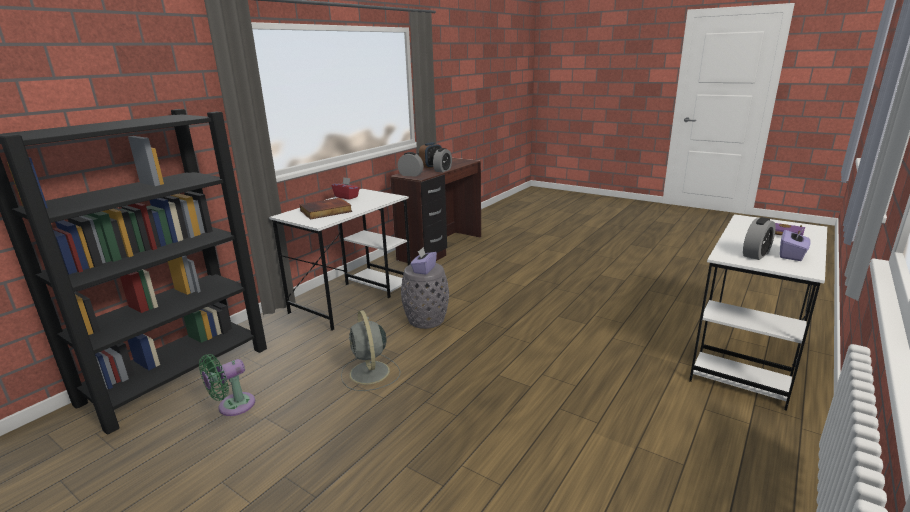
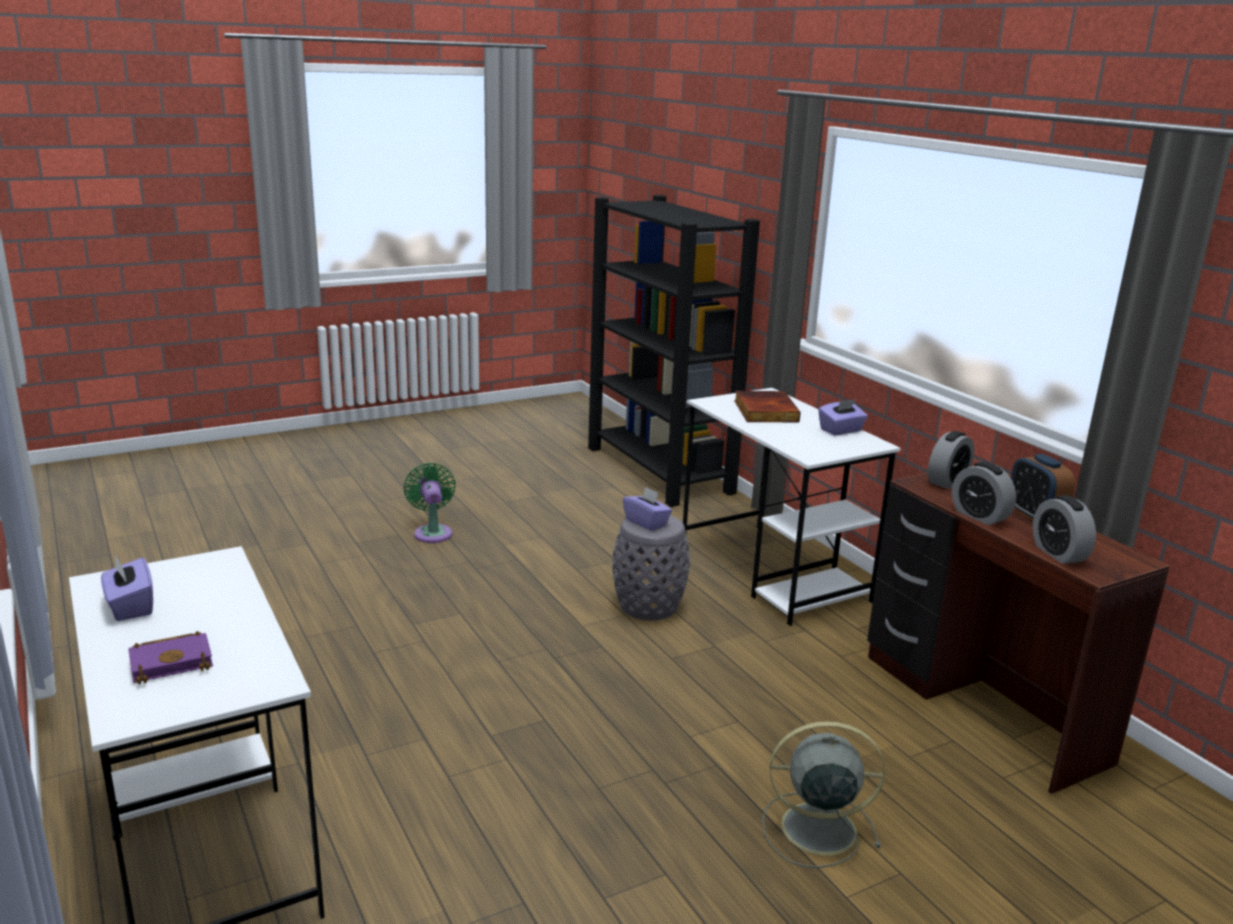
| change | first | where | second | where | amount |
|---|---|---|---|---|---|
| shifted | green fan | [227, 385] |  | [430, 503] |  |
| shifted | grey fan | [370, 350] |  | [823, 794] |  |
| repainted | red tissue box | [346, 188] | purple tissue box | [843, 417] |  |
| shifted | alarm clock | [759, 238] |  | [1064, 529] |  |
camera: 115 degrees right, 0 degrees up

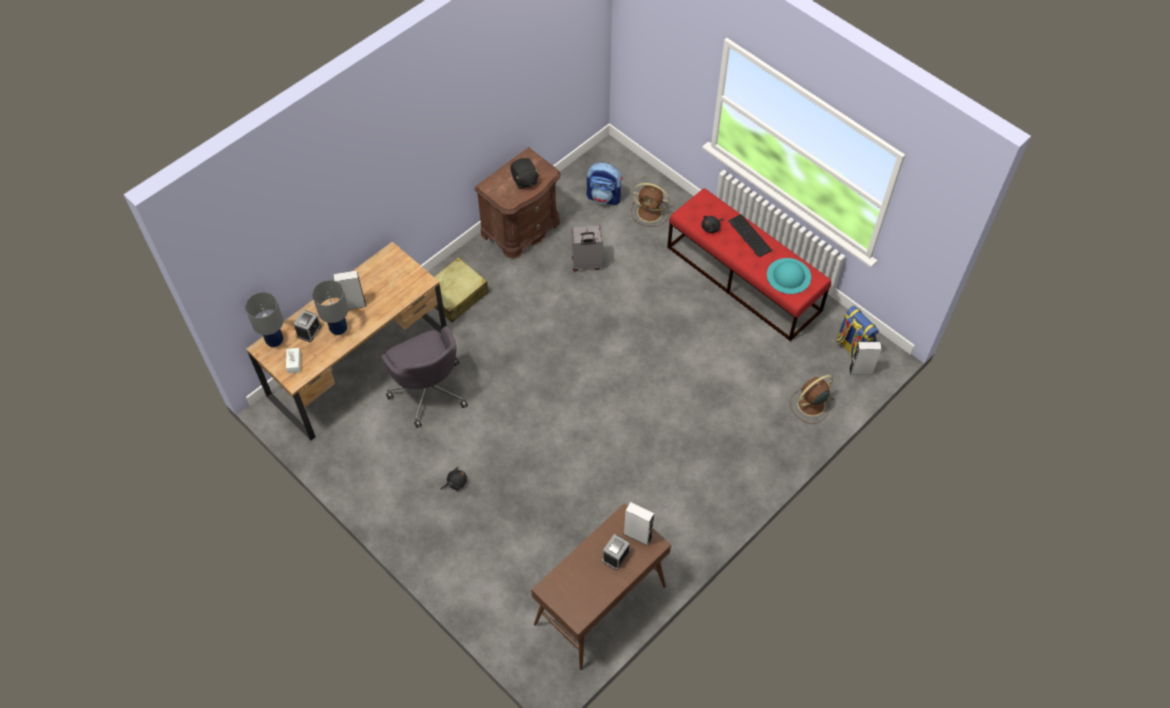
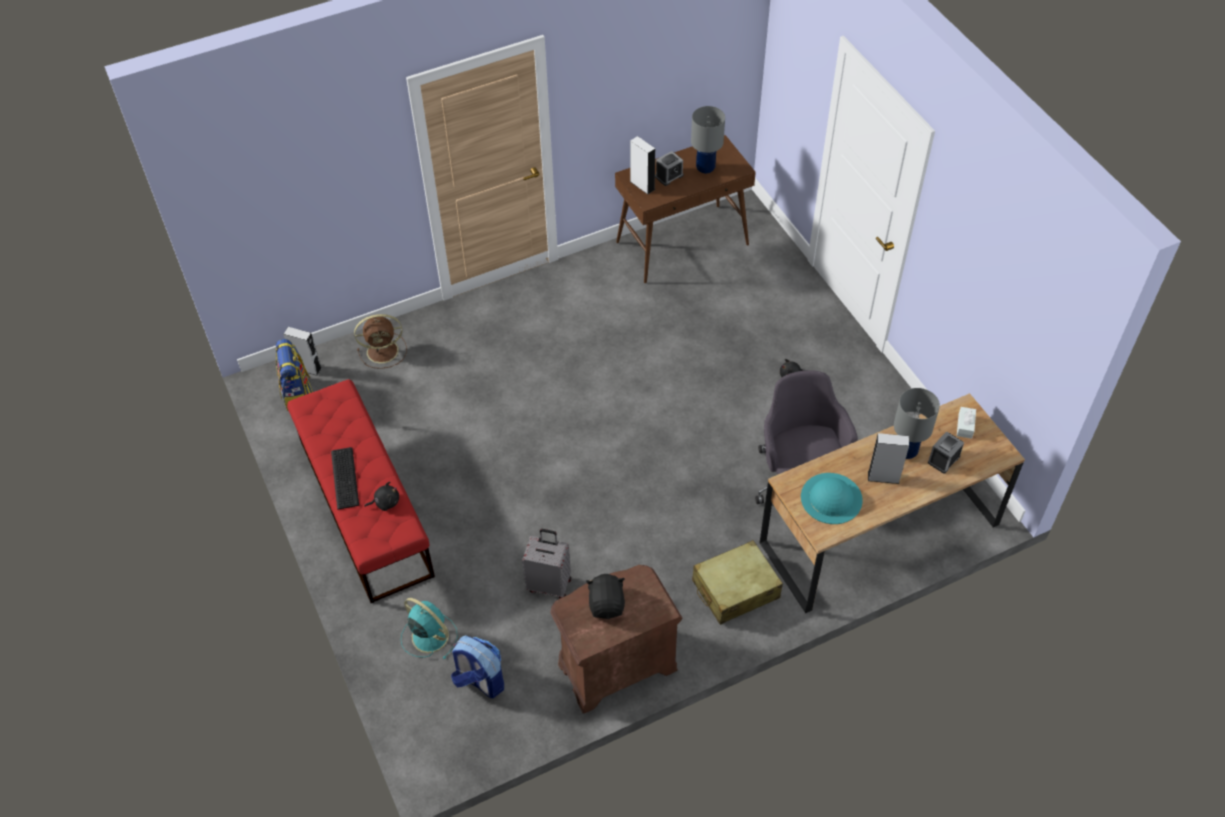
| change | first | where | second | where | amount |
|---|---|---|---|---|---|
| repainted | brown fan | [650, 205] | turquoise fan | [429, 628] |  |
| shifted | grey table lamp | [264, 319] |  | [708, 140] |  |
| shifted | turquoise hat | [789, 276] |  | [832, 498] |  |
camera: 160 degrees left, 5 degrees down

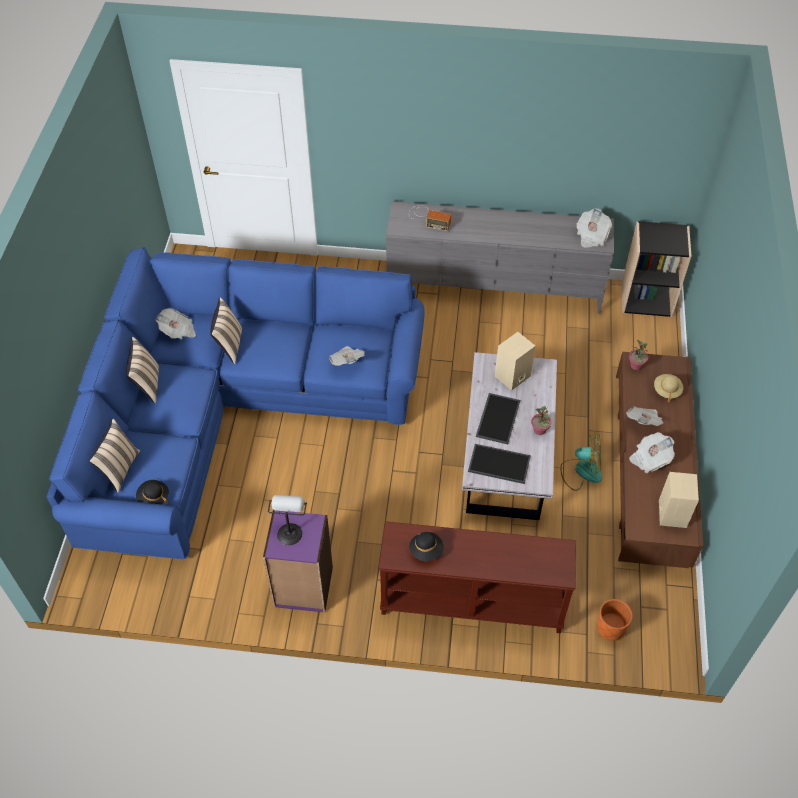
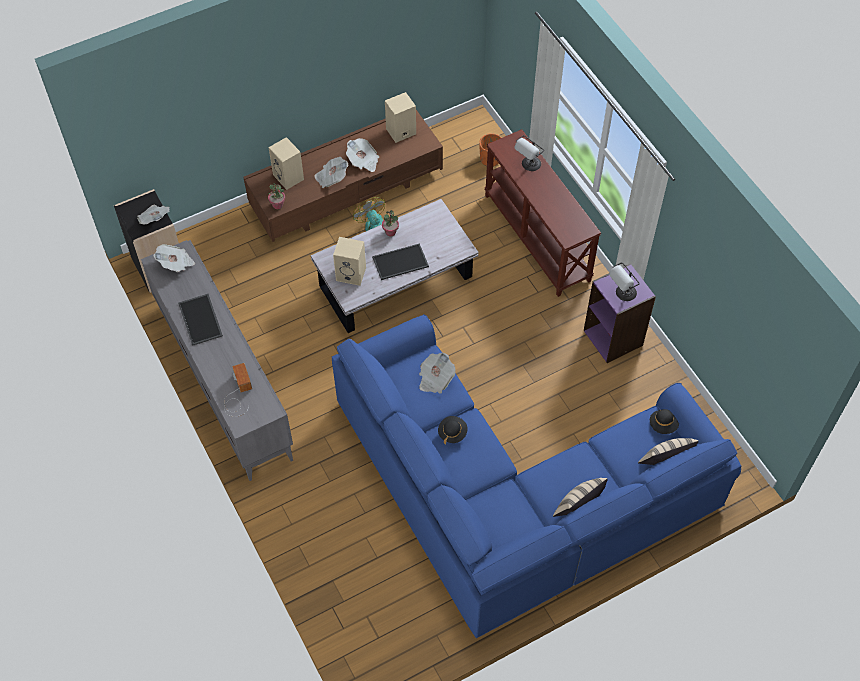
| change | first | where | second | where | amount |
|---|---|---|---|---|---|
| shifted | newspaper | [175, 323] |  | [153, 214] |  |
| shifted | tray | [499, 464] |  | [200, 320] |  |
| swapped | beige hat | [668, 388] | beige speaker | [286, 163] |  |
| shifted | black hat | [426, 546] |  | [453, 430] |  |
| new |  |  | table lamp | [529, 153] |  |
| gone | beige pillow | [226, 331] |  |  |  |
camera: 125 degrees left, 5 degrees up

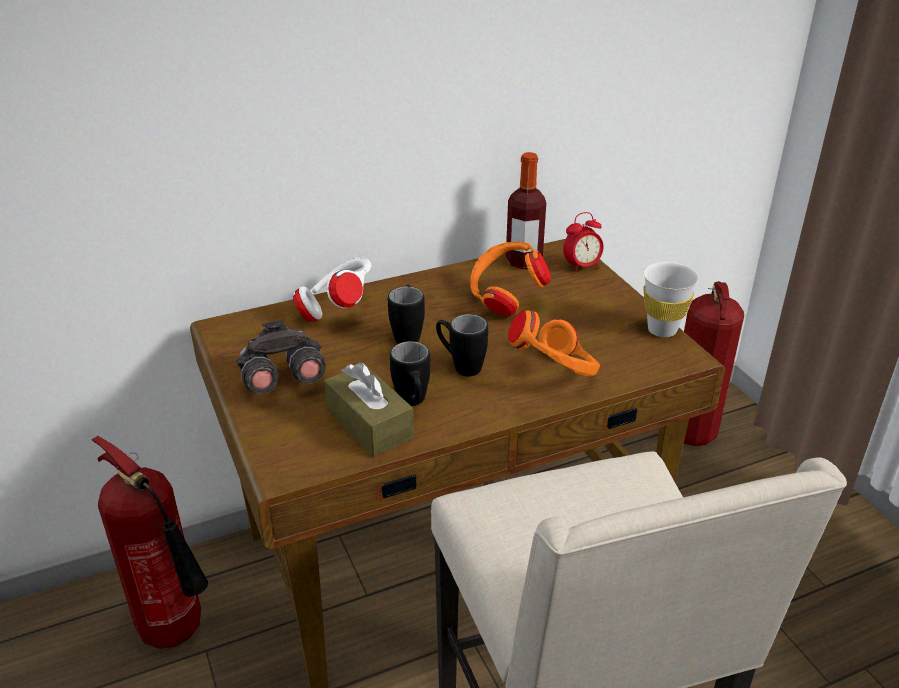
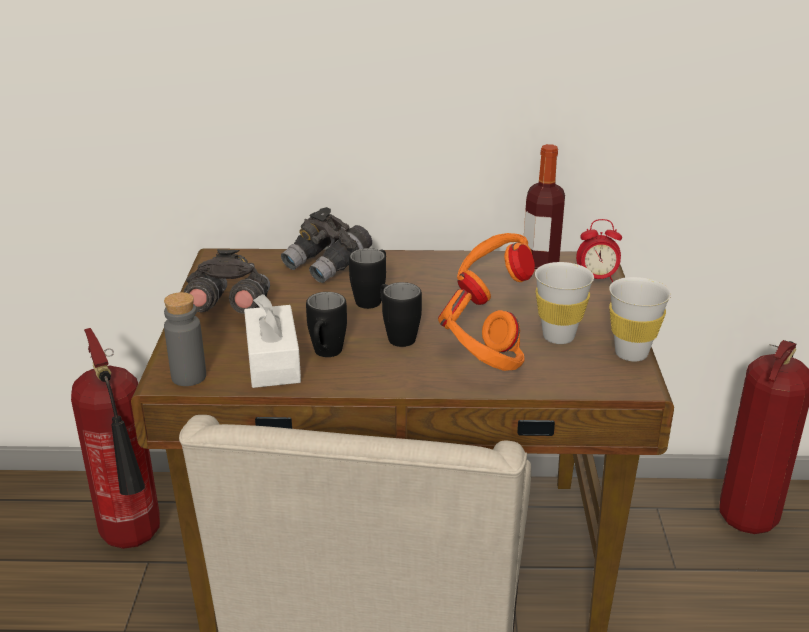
| change | first | where | second | where | amount |
|---|---|---|---|---|---|
| new |  |  | grey bottle | [185, 339] |  |
| repainted | brown tissue box | [369, 409] | white tissue box | [272, 341] |  |
| swapped | white headphones | [332, 289] | grey binoculars | [326, 245] |  |
| new |  |  | white cup | [564, 303] |  |
camera: 25 degrees right, 5 degrees down

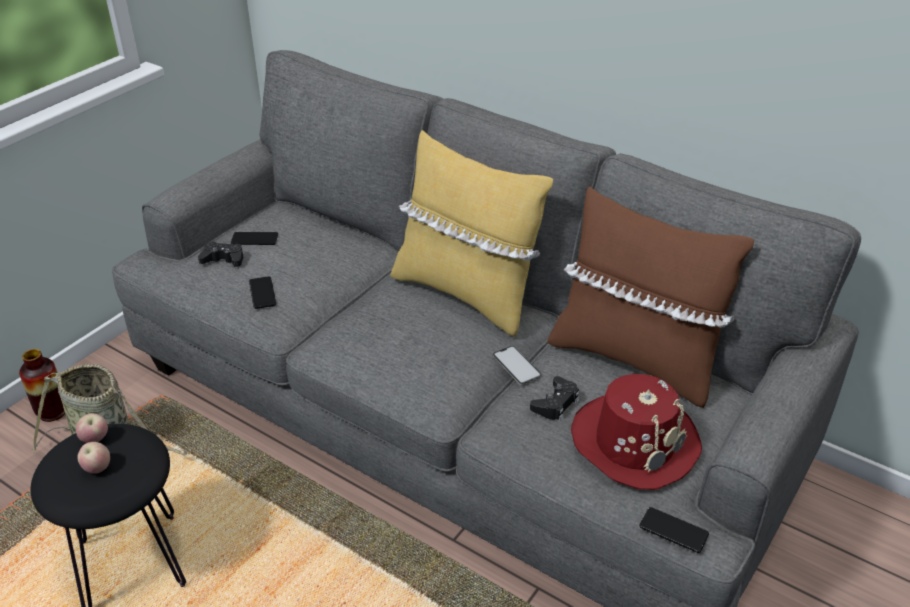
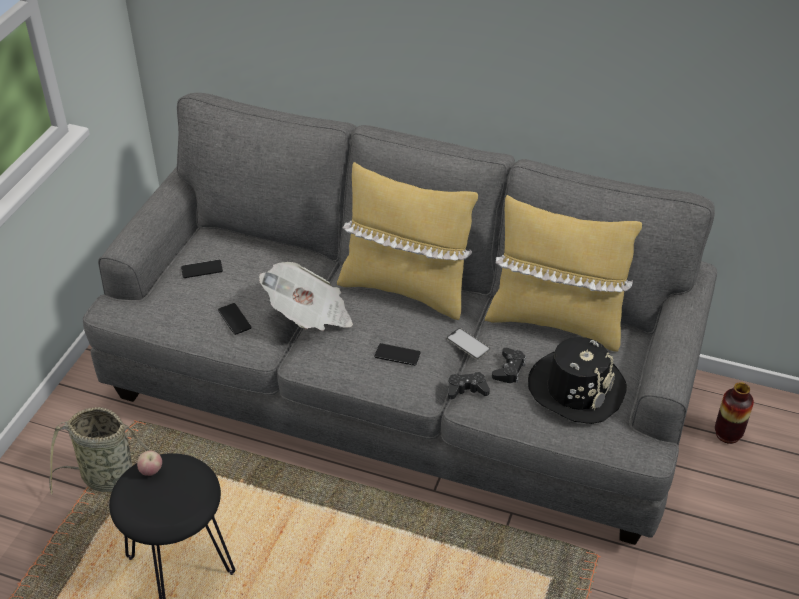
| change | first | where | second | where | amount |
|---|---|---|---|---|---|
| new |  |  | newspaper | [306, 296] |  |
| shifted | phone | [674, 530] |  | [397, 354] |  |
| shifted | black game controller | [220, 254] |  | [469, 385] |  |
| repainted | brown pillow | [650, 297] | yellow pillow | [563, 273] |  |
| repainted | red hat | [636, 432] | black hat | [577, 380] |  |
| shifted | vase | [42, 385] |  | [734, 413] |  |
| gone | apple | [93, 458] |  |  |  |
camera: 15 degrees left, 5 degrees up

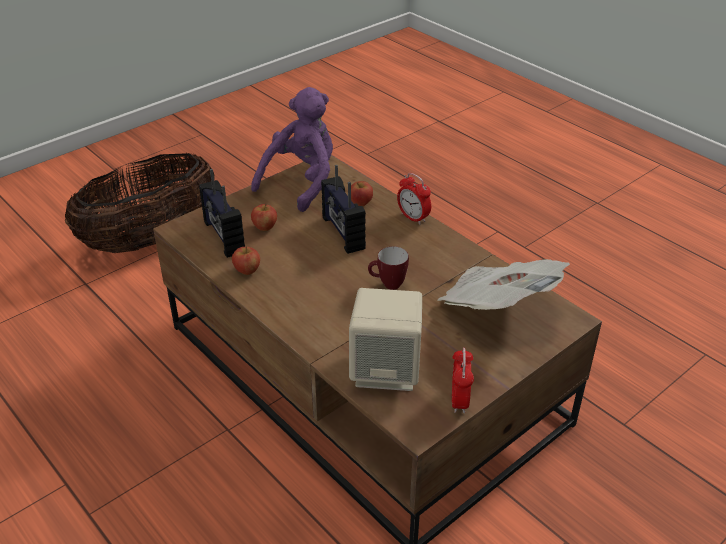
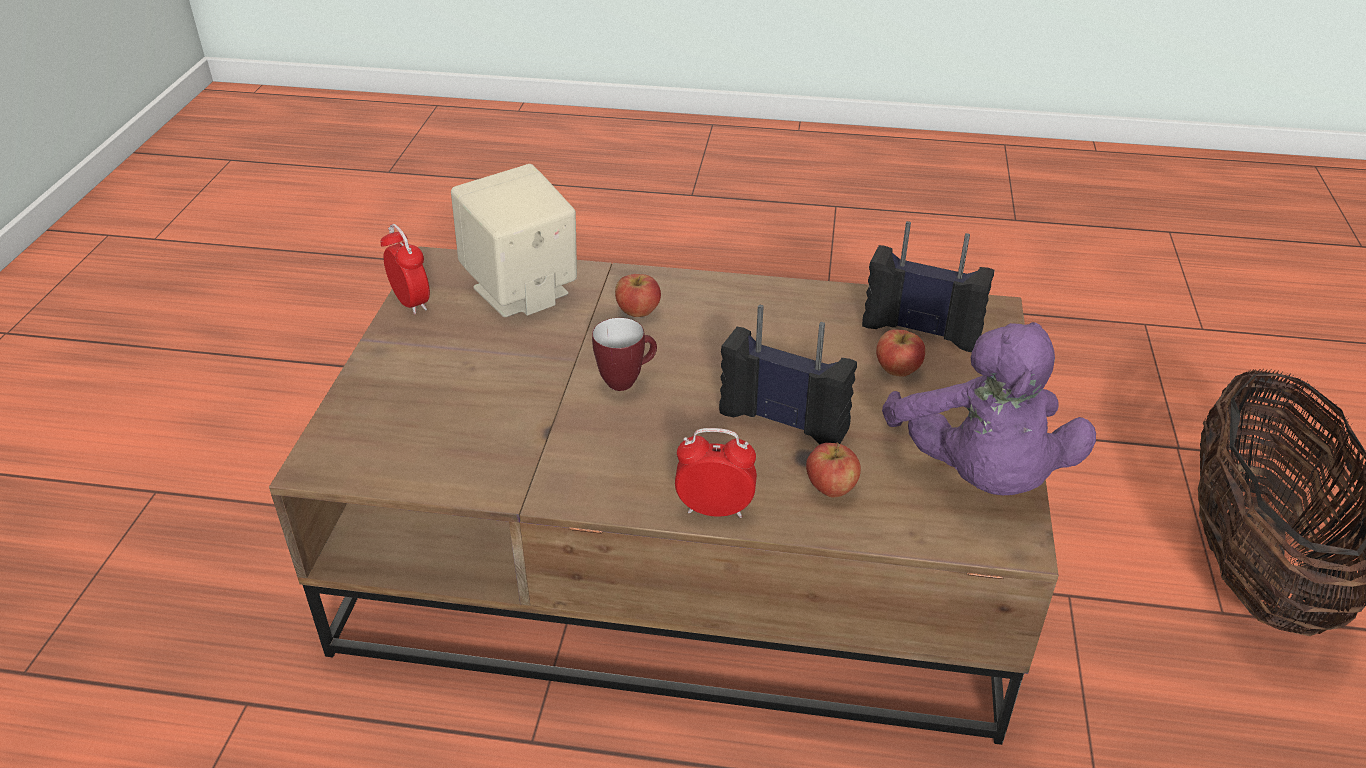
| change | first | where | second | where | amount |
|---|---|---|---|---|---|
| shifted | apple | [246, 260] |  | [638, 295] |  |
| gone | newspaper | [503, 284] |  |  |  |
camera: 140 degrees right, 0 degrees up

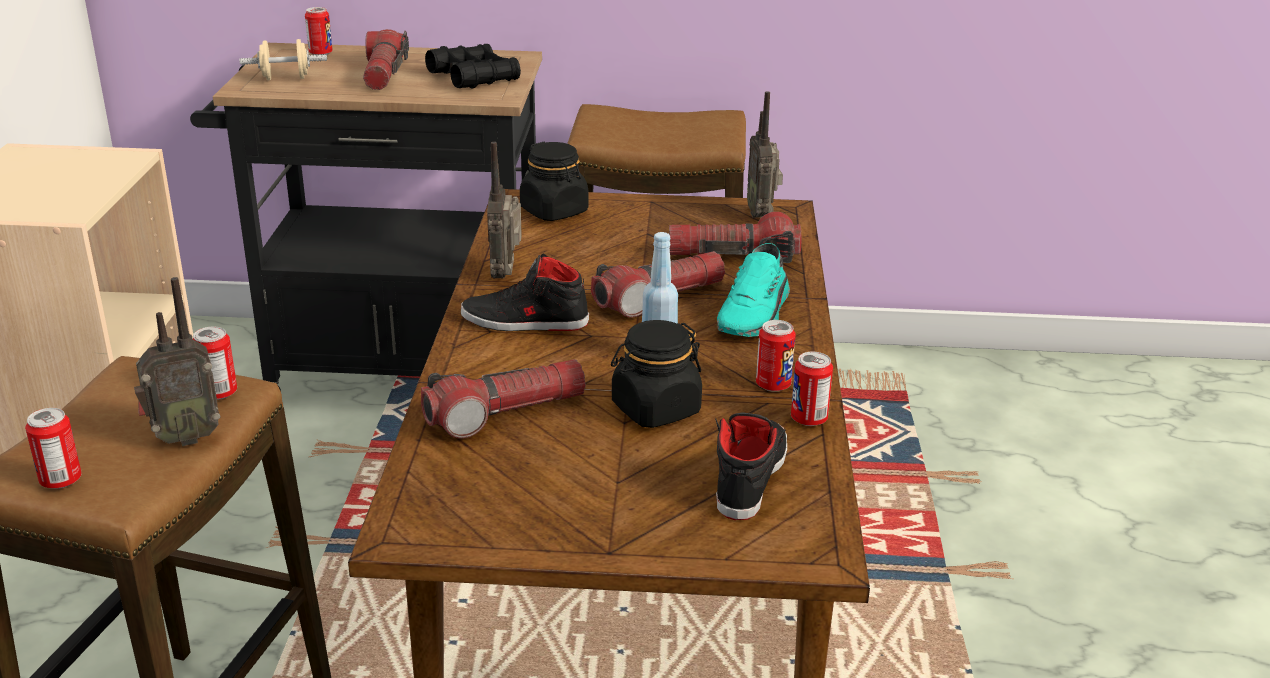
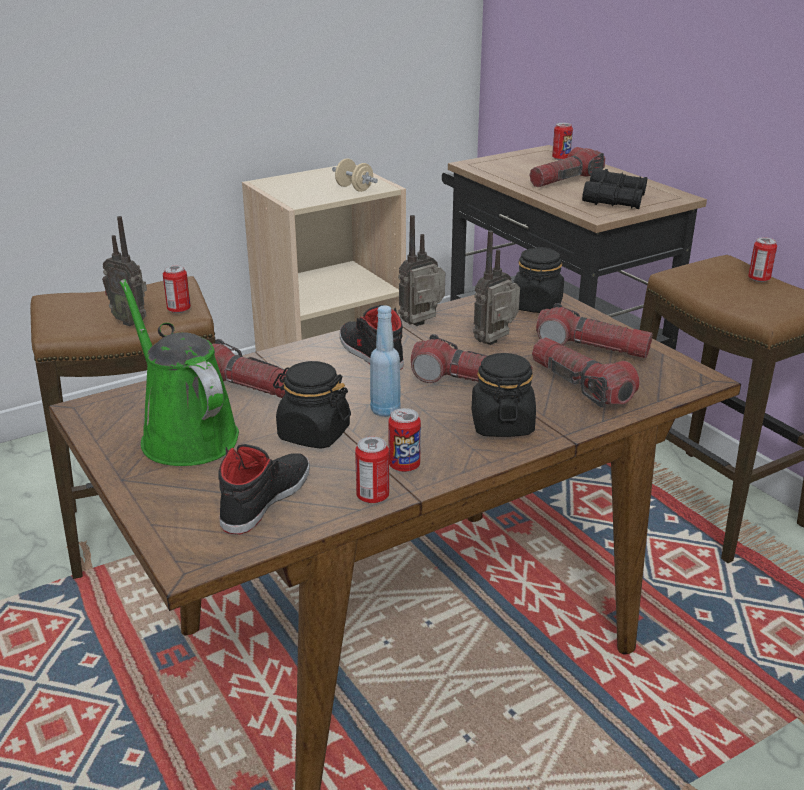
| change | first | where | second | where | amount |
|---|---|---|---|---|---|
| new |  |  | green watering can | [179, 372] |  |
| rotated | black shoe | [751, 466] |  | [264, 489] | 45 degrees counterclockwise |
| shifted | beige dumbbell | [283, 59] |  | [355, 175] |  |
| swapped | turquoise shoe | [753, 290] | black jar | [504, 395] |  |
| shifted | radio | [765, 154] |  | [496, 288] |  |
| new |  |  | flashlight | [594, 330] |  |
| shifted | can | [53, 448] |  | [762, 259] |  |
camera: 55 degrees right, 0 degrees up

